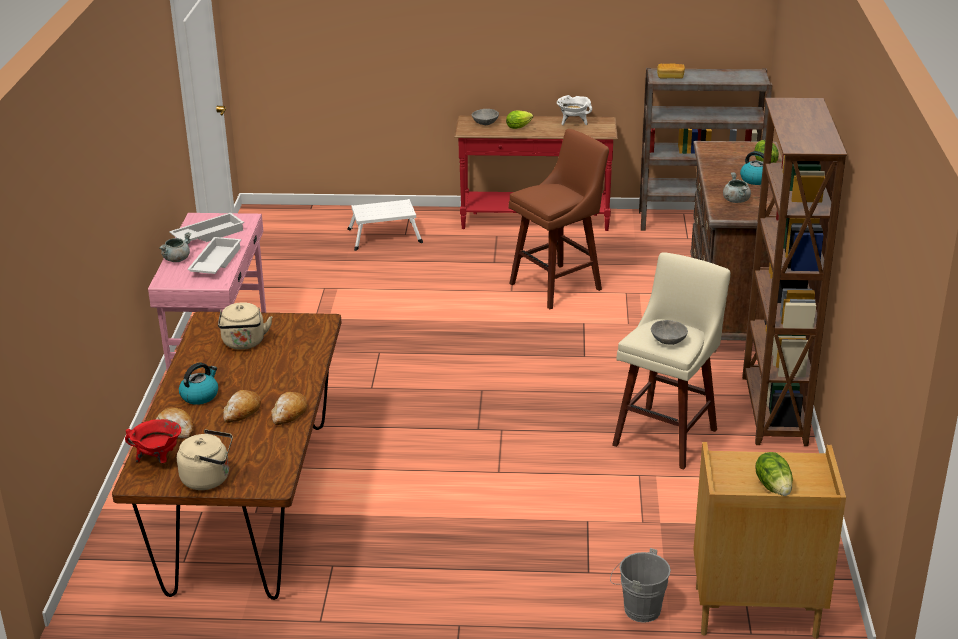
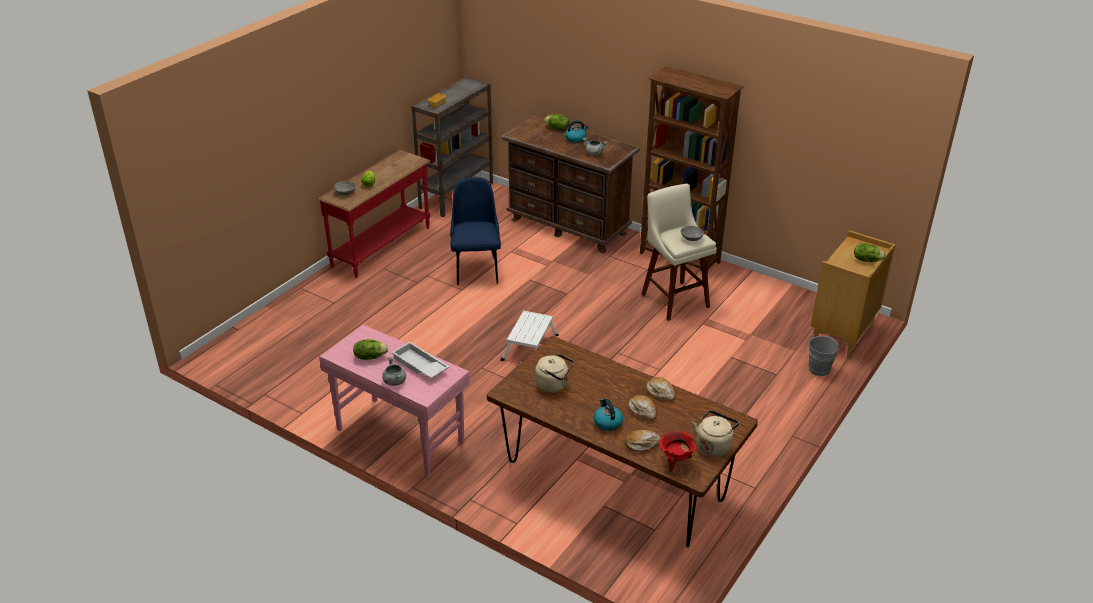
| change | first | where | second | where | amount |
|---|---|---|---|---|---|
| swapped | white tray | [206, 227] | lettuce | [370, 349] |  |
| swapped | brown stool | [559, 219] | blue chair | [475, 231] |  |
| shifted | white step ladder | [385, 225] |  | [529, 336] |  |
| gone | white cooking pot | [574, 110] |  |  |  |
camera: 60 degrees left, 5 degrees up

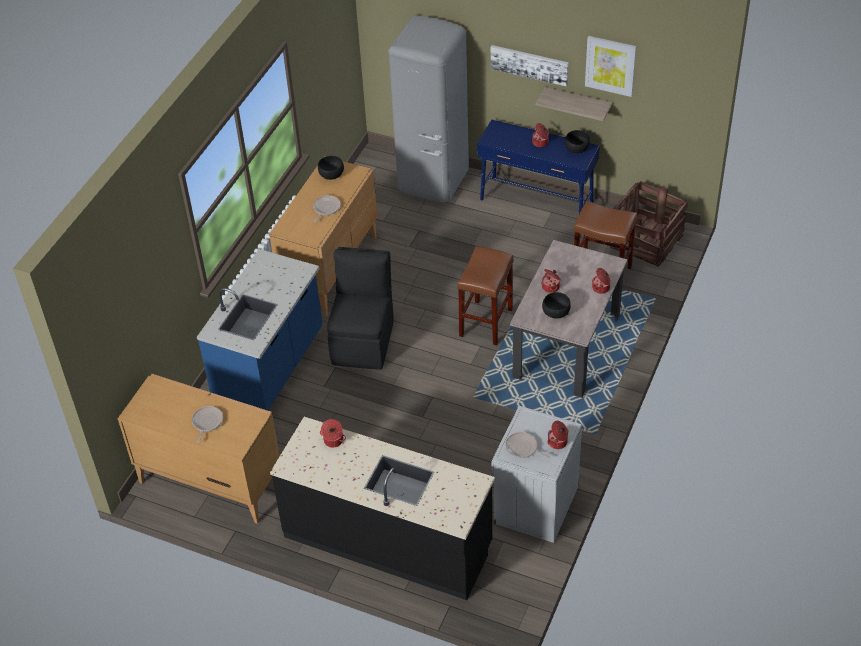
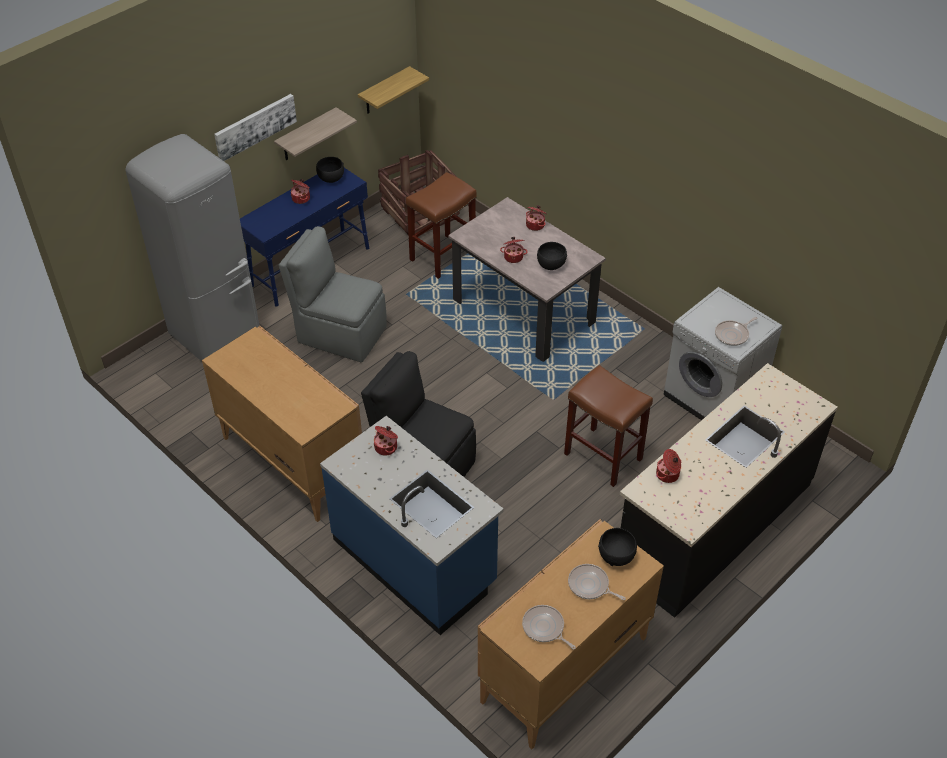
| change | first | where | second | where | amount |
|---|---|---|---|---|---|
| new |  |  | grey chair | [332, 294] |  |
| new |  |  | shelf | [393, 90] |  |
| shifted | cooking pot | [558, 435] |  | [386, 441] |  |
| shifted | frying pan | [327, 208] |  | [549, 627] |  |
| shifted | brown stool | [485, 296] |  | [608, 426] |  |
| shifted | black bowl | [331, 168] |  | [617, 547] |  |
| gone | picture | [611, 66] |  |  |  |
camera: 70 degrees left, 0 degrees up

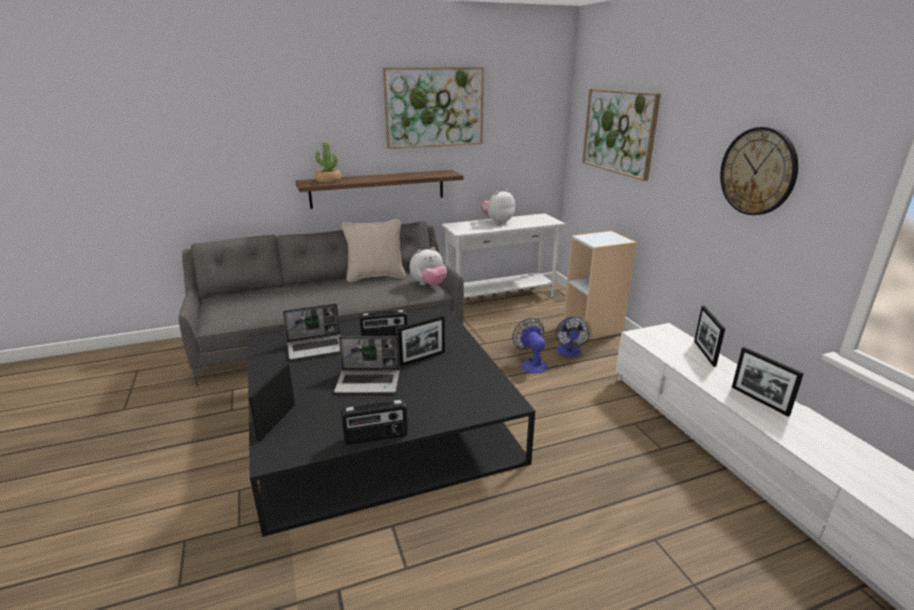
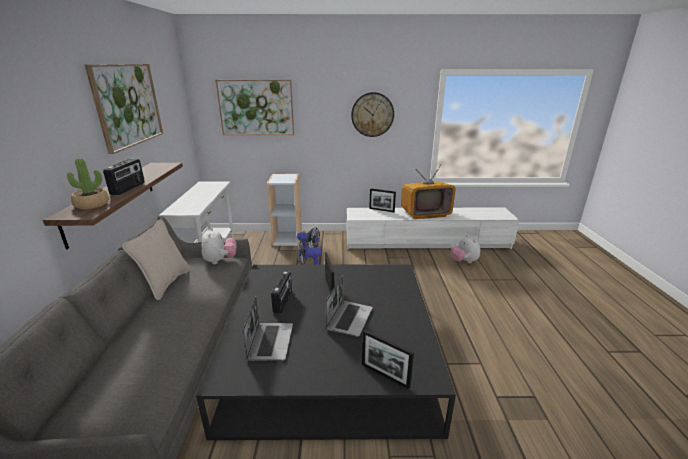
| change | first | where | second | where | amount |
|---|---|---|---|---|---|
| shifted | radio | [374, 422] |  | [124, 176] |  |
| swapped | picture frame | [768, 382] | television | [428, 191] |  |
| shifted | plush toy | [498, 207] |  | [465, 249] |  |
camera: 70 degrees left, 0 degrees up

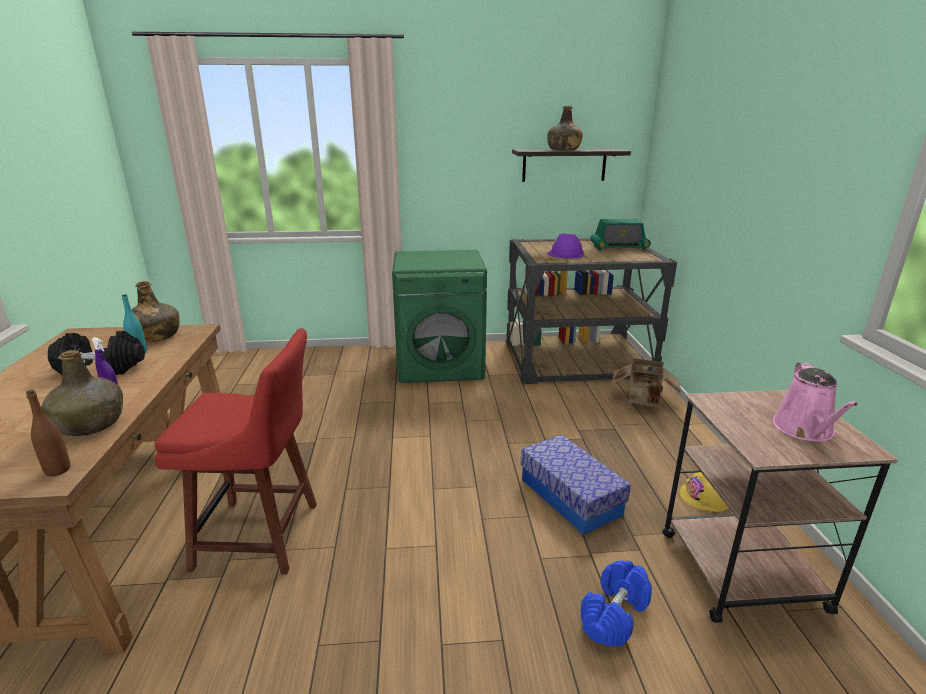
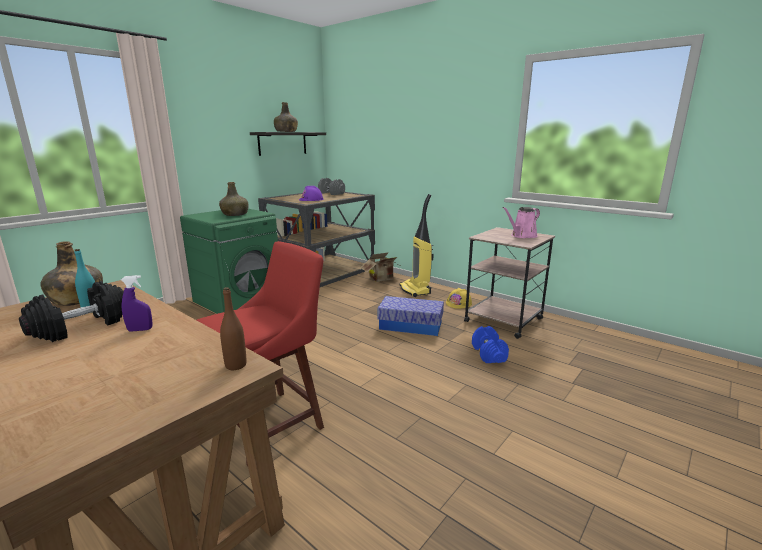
| change | first | where | second | where | amount |
|---|---|---|---|---|---|
| shifted | green bottle | [82, 393] |  | [233, 199] |  |
| swapped | radio | [620, 234] | grey dumbbell | [331, 186] |  |
| new |  |  | vacuum cleaner | [416, 245] |  |
| rotated | pink watering can | [815, 402] |  | [521, 222] | 90 degrees clockwise |
camera: 45 degrees left, 5 degrees down

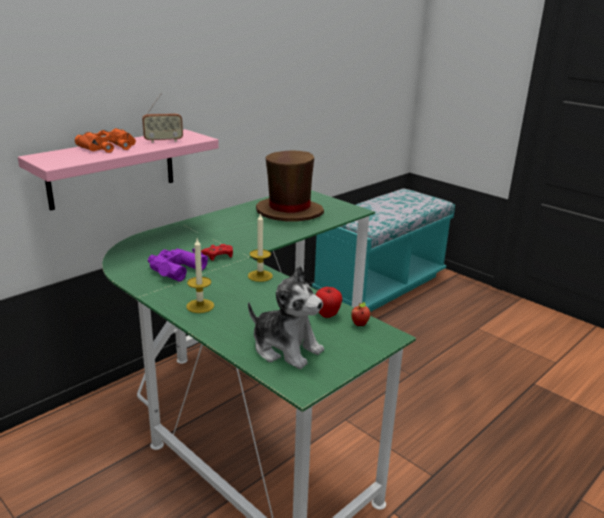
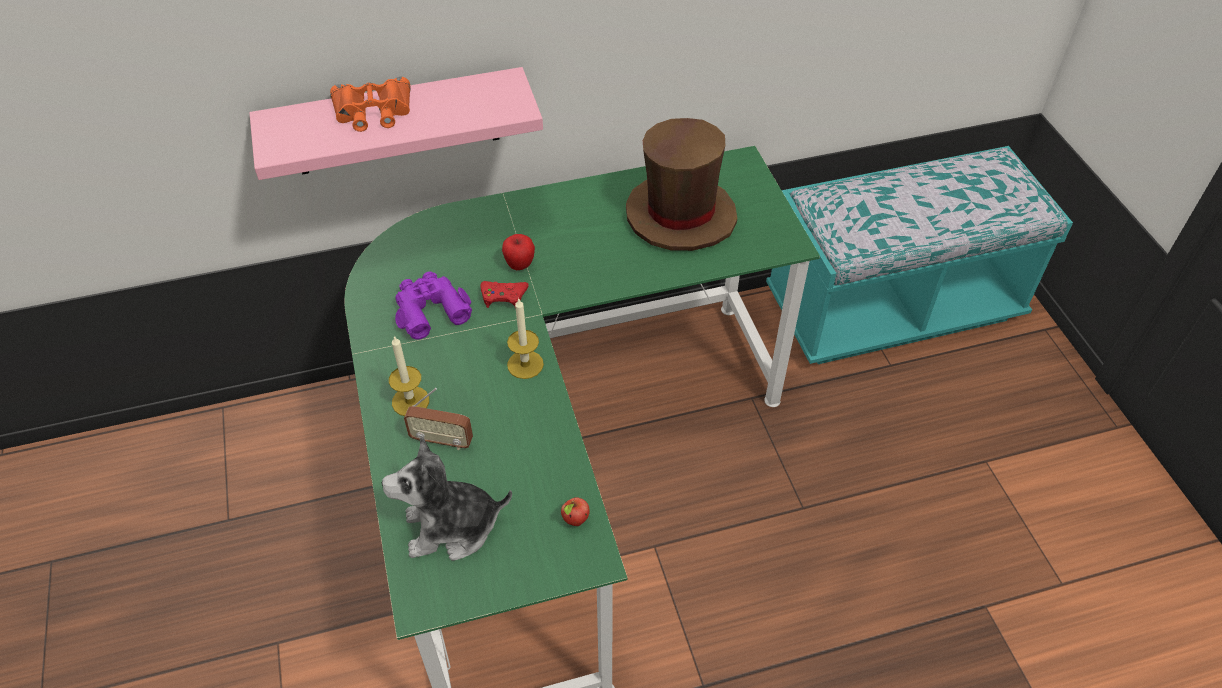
| change | first | where | second | where | amount |
|---|---|---|---|---|---|
| rotated | plush toy | [286, 317] |  | [447, 498] | 105 degrees clockwise |
| shifted | radio | [162, 118] |  | [438, 419] |  |
| shifted | apple | [329, 302] |  | [518, 252] |  |
camera: 30 degrees right, 25 degrees up

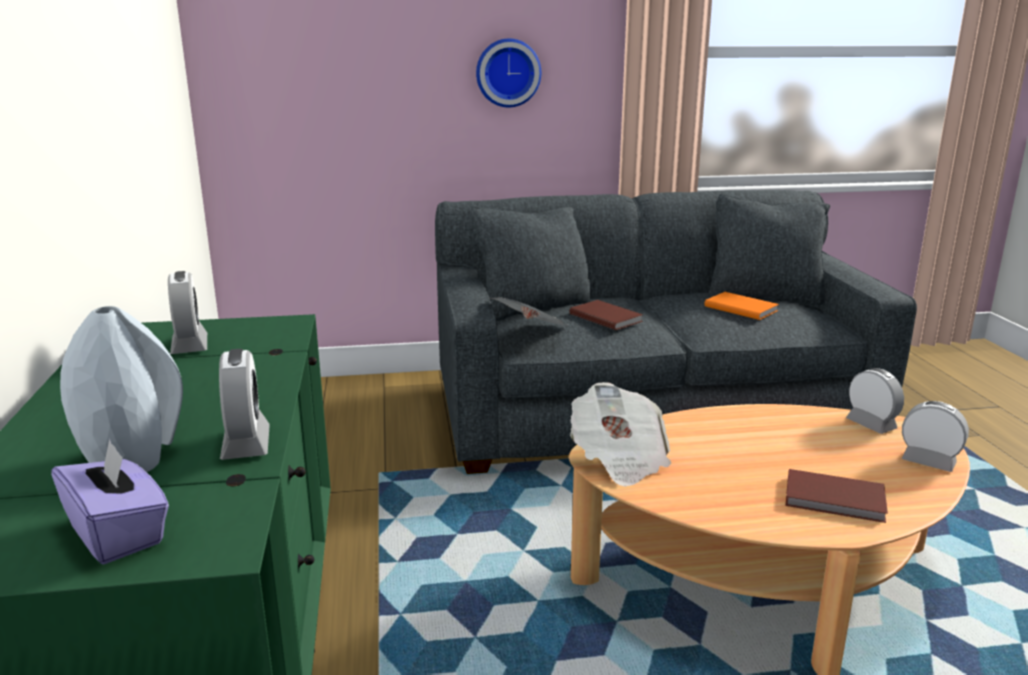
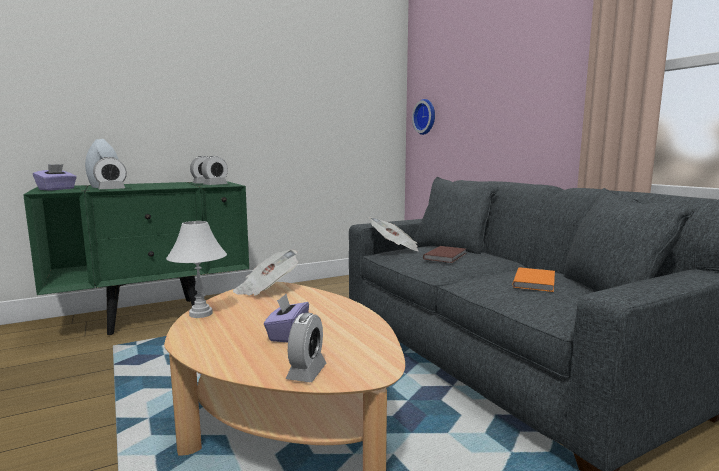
| change | first | where | second | where | amount |
|---|---|---|---|---|---|
| new |  |  | white table lamp | [196, 269] |  |
| shifted | alarm clock | [875, 401] |  | [214, 170] |  |
| new |  |  | purple tissue box | [286, 318] |  |
| shifted | wall clock | [508, 73] |  | [423, 117] |  |
| gone | brown book | [836, 496] |  |  |  |
camera: 70 degrees right, 10 degrees down

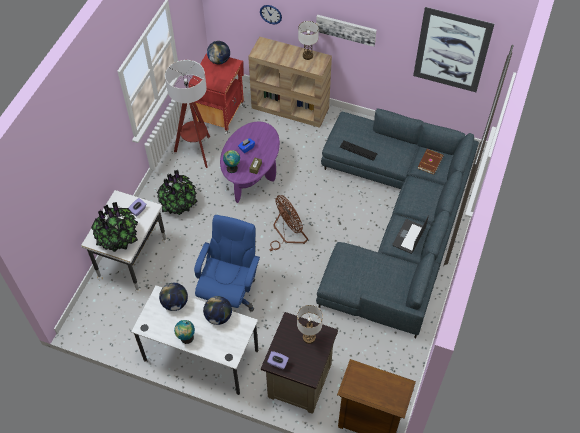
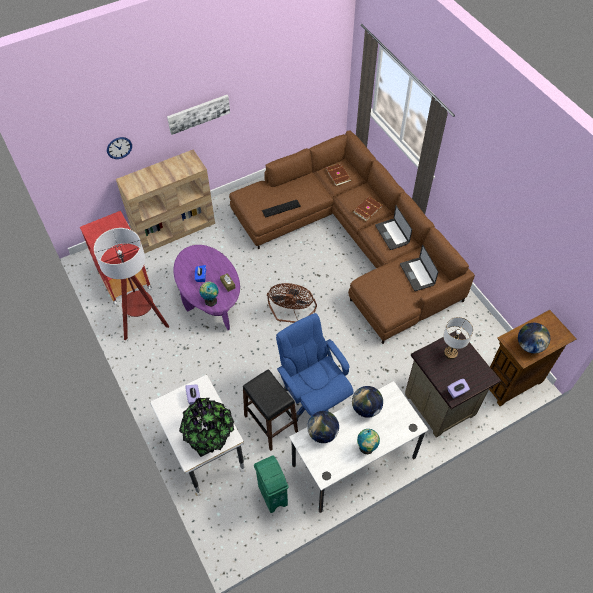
| change | first | where | second | where | amount |
|---|---|---|---|---|---|
| repainted | blue sofa | [397, 223] | brown sofa | [352, 237] |  |
| new |  |  | black stool | [270, 410] |  |
| new |  |  | green trash can | [271, 484] |  |
| new |  |  | brown book | [367, 209] |  |
| new |  |  | laptop | [419, 267] |  |
| shifted | globe | [218, 52] |  | [534, 338] |  |
| gone | potted plant | [177, 192] |  |  |  |
| gone | table lamp | [308, 40] |  |  |  |
| gone | picture | [453, 49] |  |  |  |
camera: 50 degrees left, 0 degrees up

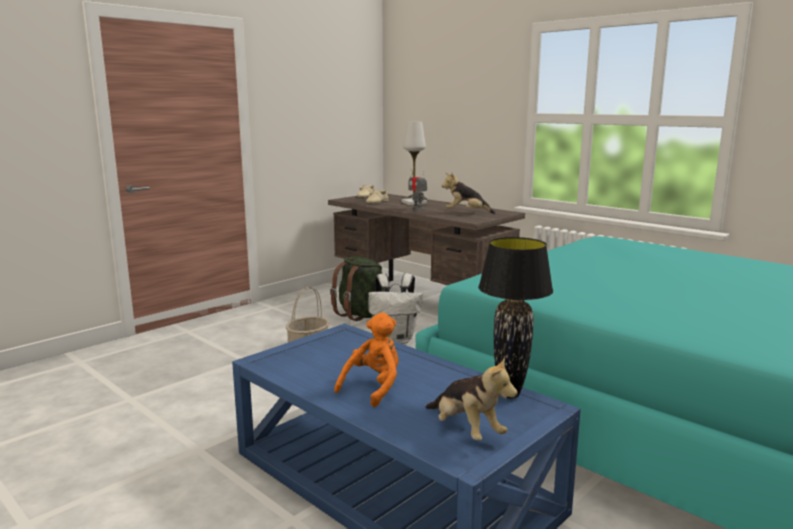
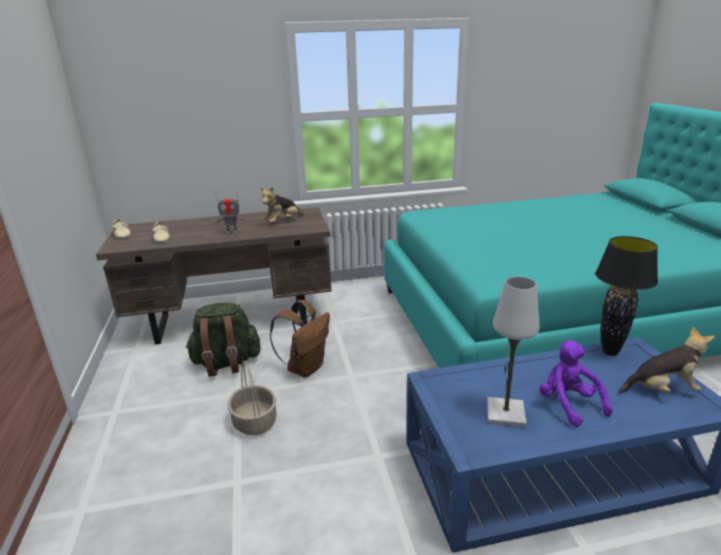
| change | first | where | second | where | amount |
|---|---|---|---|---|---|
| repainted | white backpack | [395, 308] | brown backpack | [300, 338] |  |
| shifted | white table lamp | [414, 163] |  | [513, 352] |  |
| repainted | orange plush toy | [366, 359] | purple plush toy | [576, 383] |  |
camera: 55 degrees left, 10 degrees up

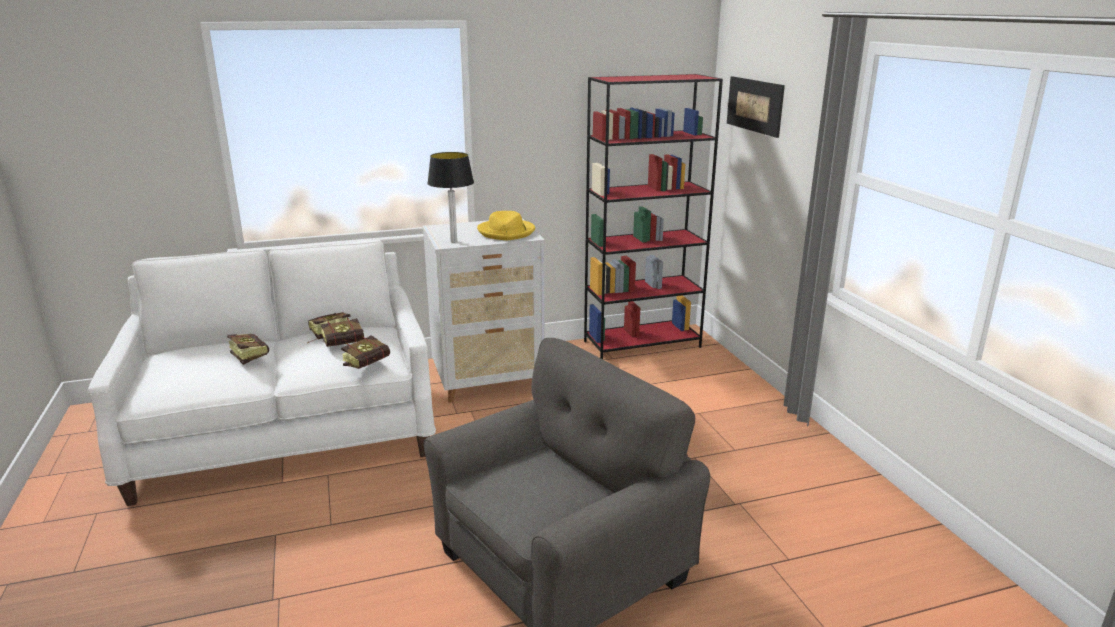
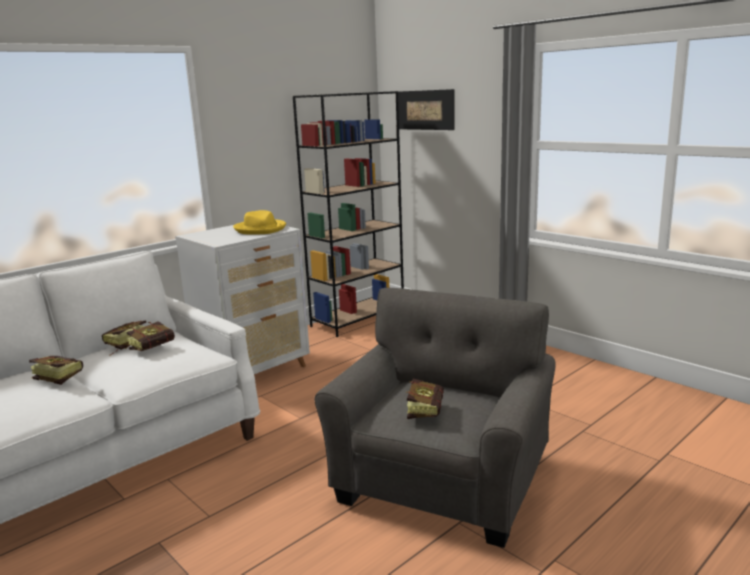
| change | first | where | second | where | amount |
|---|---|---|---|---|---|
| repainted | red bookcase | [653, 216] | beige bookcase | [348, 214] |  |
| shifted | book | [365, 352] |  | [425, 399] |  |
| gone | table lamp | [450, 197] |  |  |  |
camera: 25 degrees left, 5 degrees down

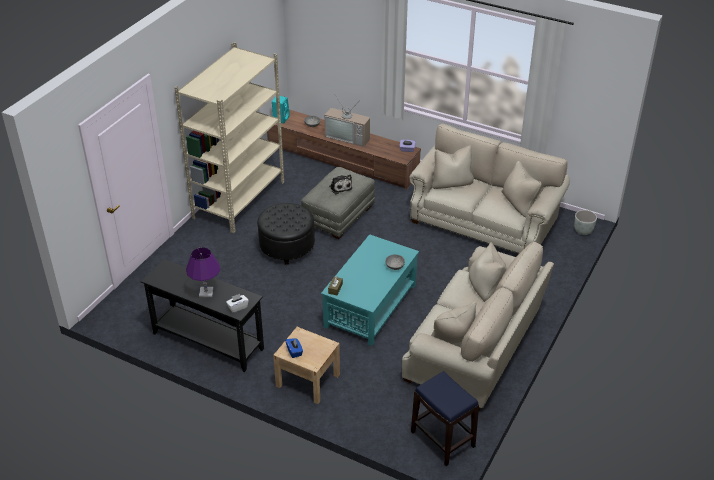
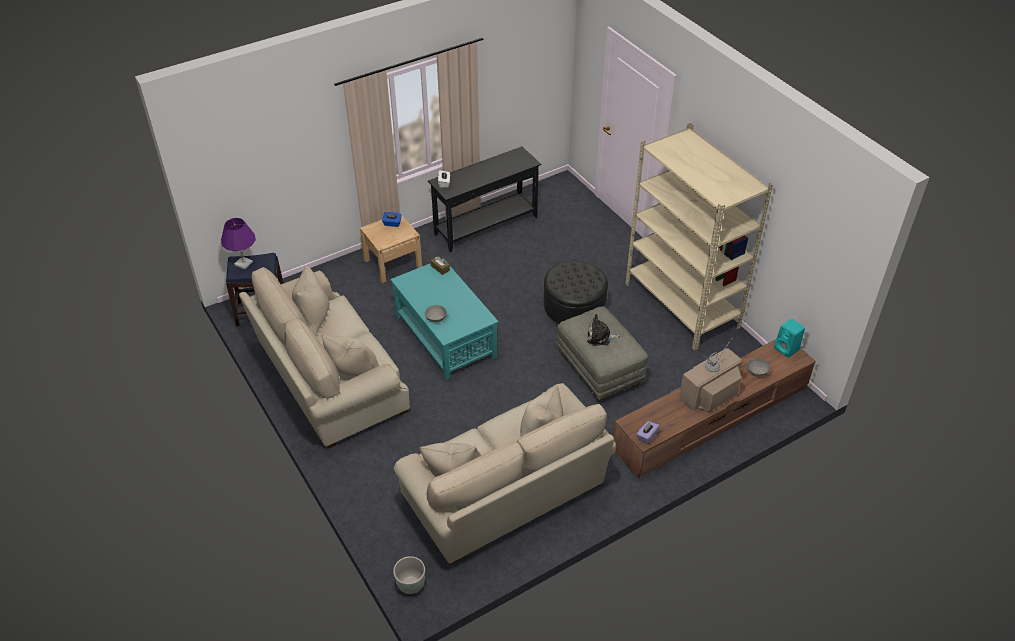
| change | first | where | second | where | amount |
|---|---|---|---|---|---|
| shifted | purple table lamp | [203, 272] |  | [238, 244] |  |
camera: 120 degrees right, 5 degrees up

